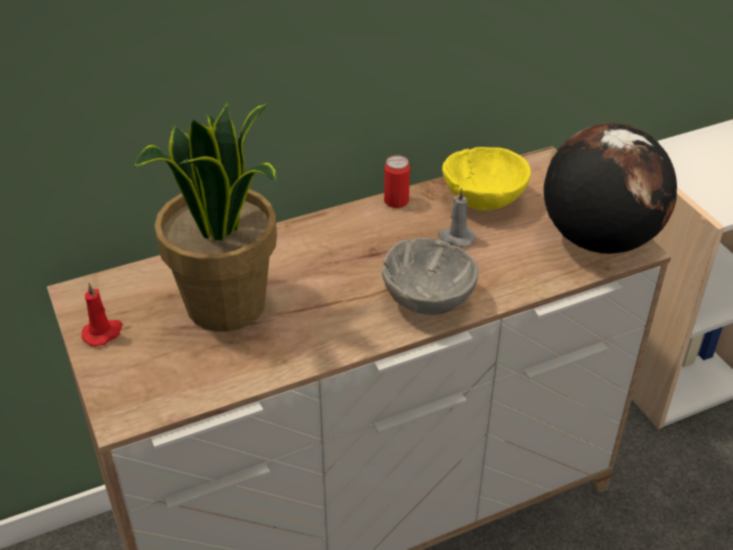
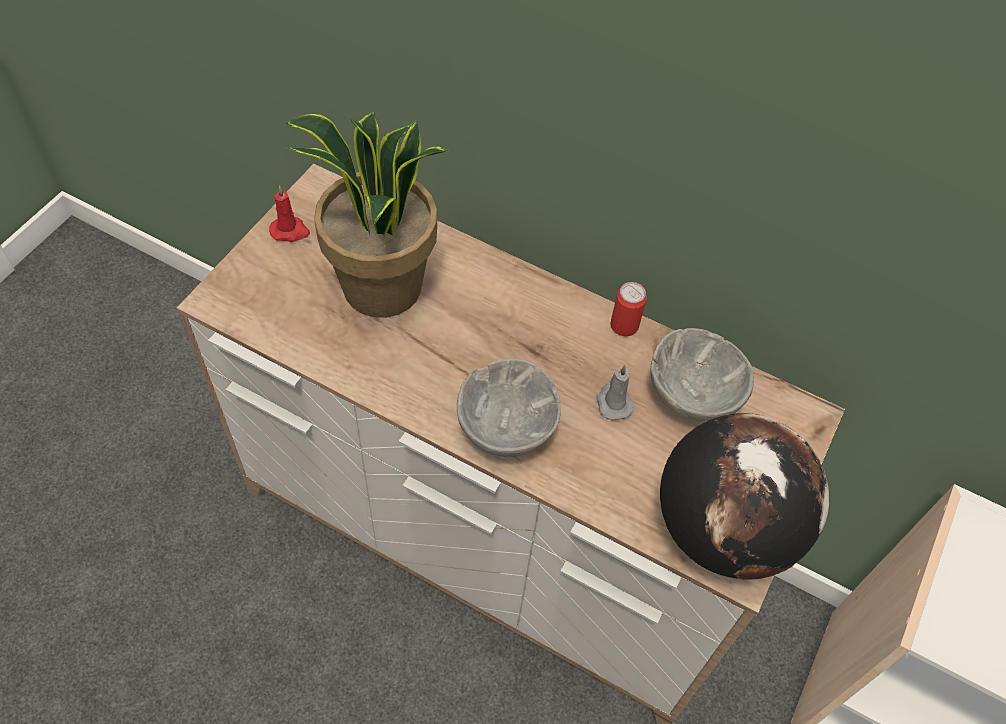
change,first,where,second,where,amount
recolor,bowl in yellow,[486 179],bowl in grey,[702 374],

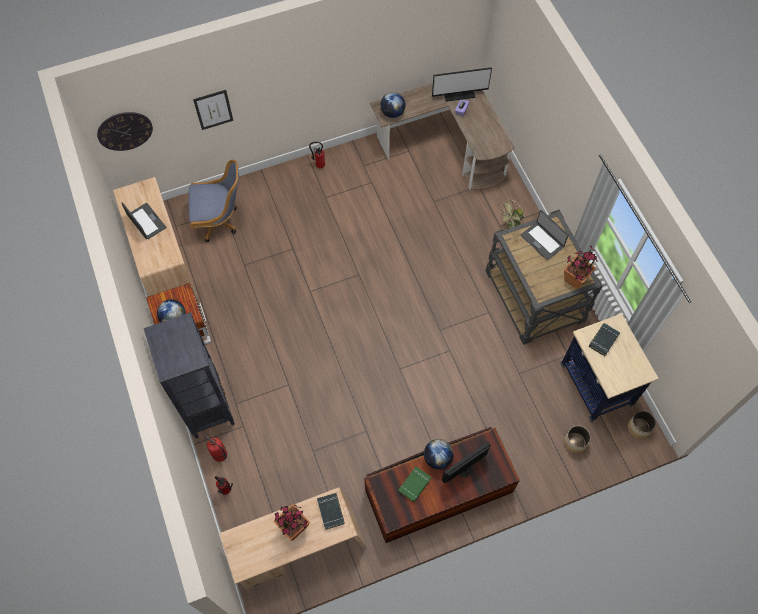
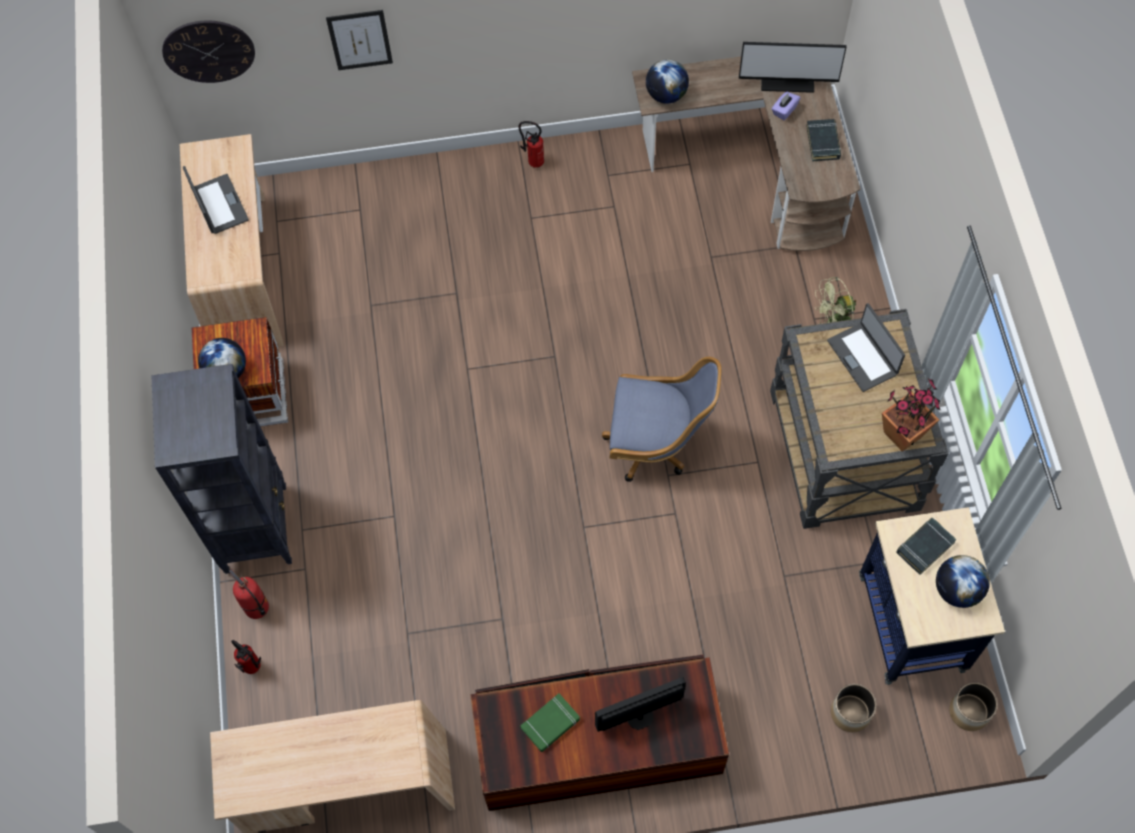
change,first,where,second,where,amount
move,office chair in blue,[214 201],,[661 419],
move,book in black,[331 511],,[823 140],
move,globe,[439 454],,[963 581],
delete,potted plant,[291 522],,,

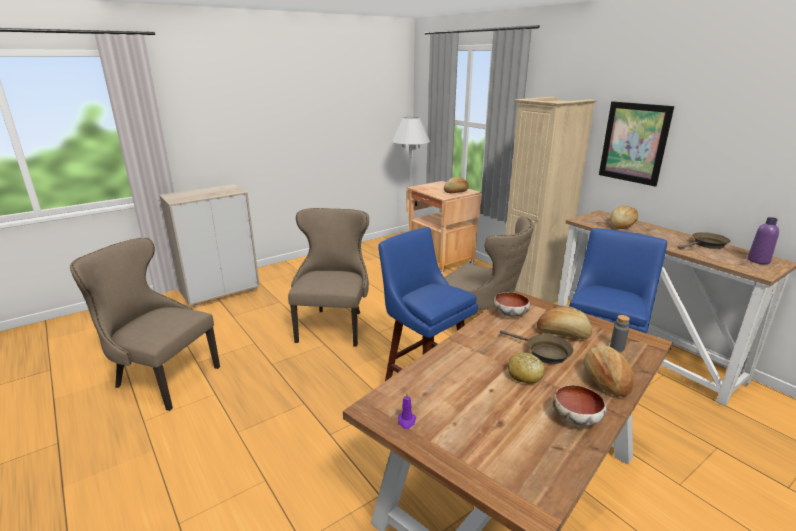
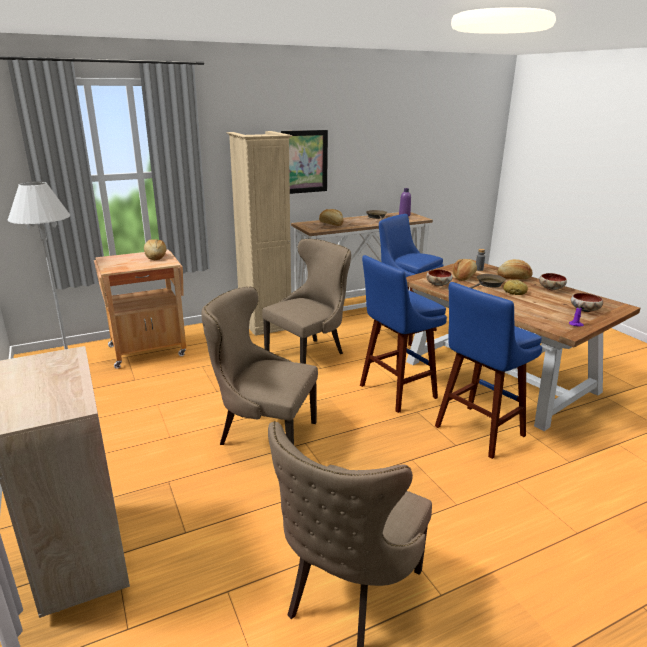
change,first,where,second,where,amount
insert,,,stool in blue,[488 370],
insert,,,bowl,[587 302],

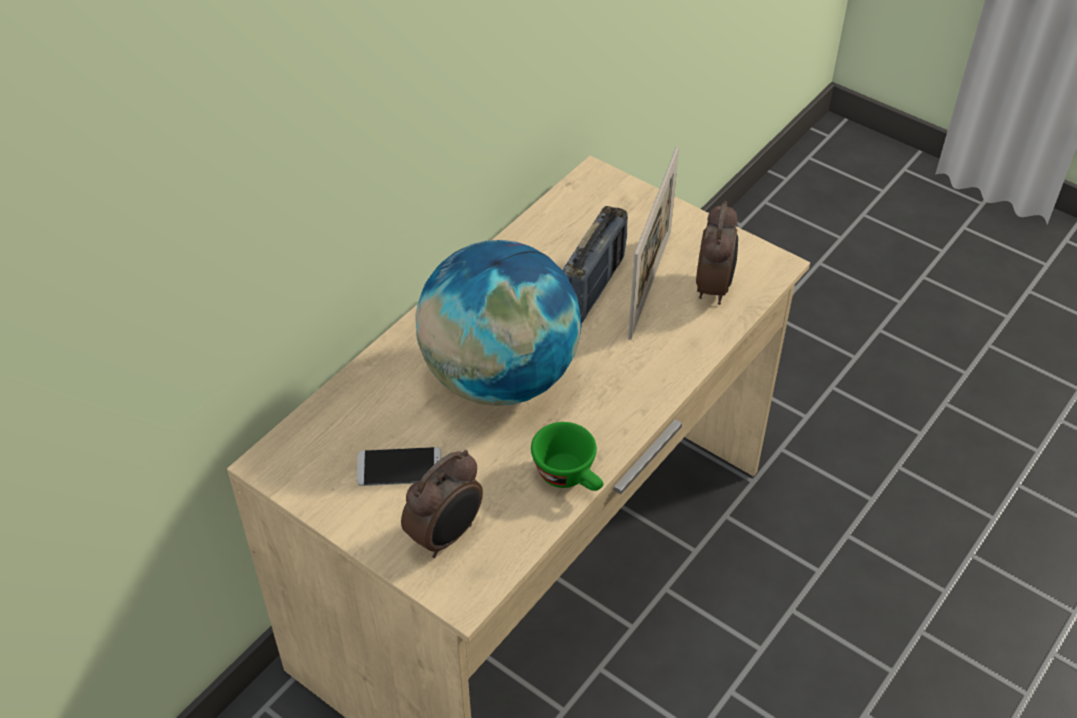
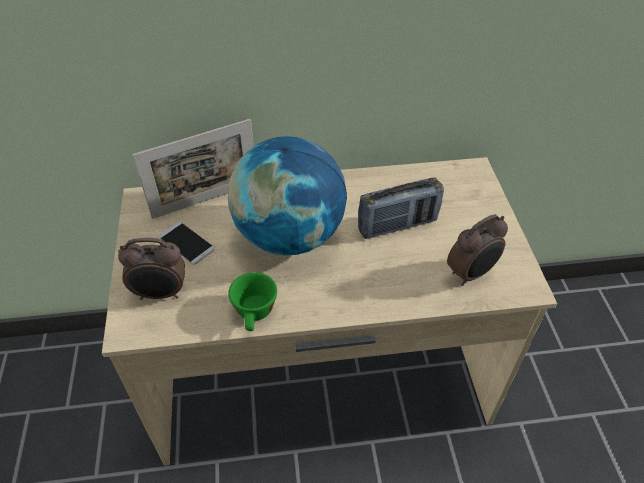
change,first,where,second,where,amount
move,picture frame,[653 243],,[193 169],

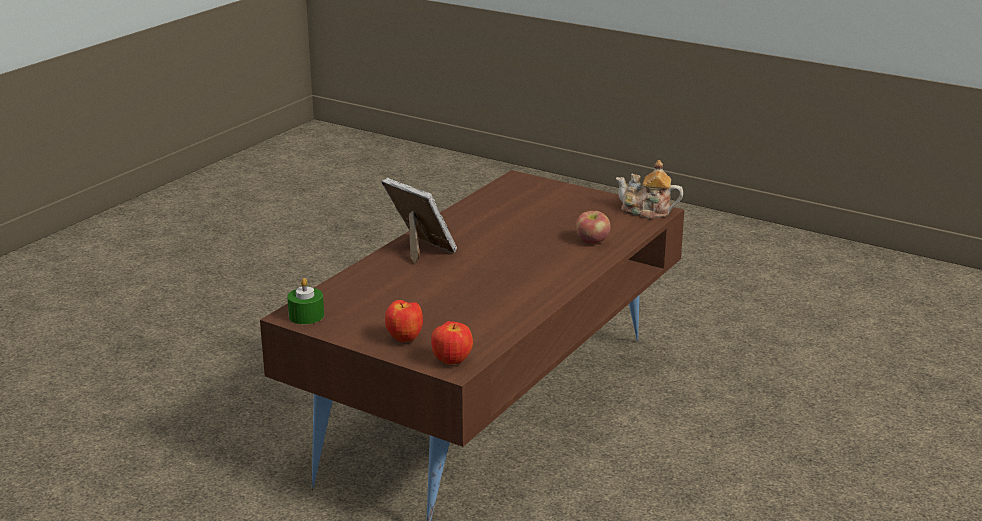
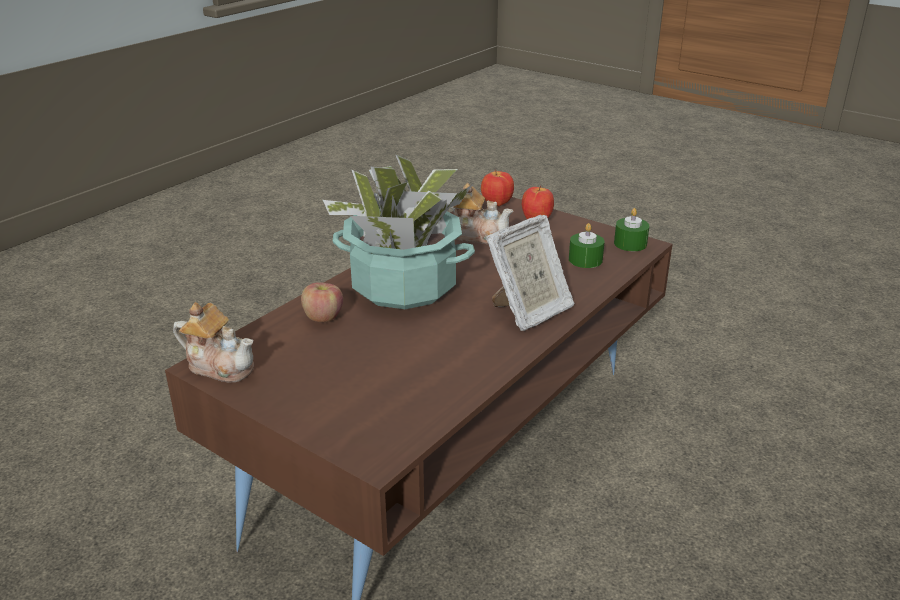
change,first,where,second,where,amount
insert,,,potted plant,[399 231],
insert,,,teapot,[482 213],
rotate,picture frame,[419 220],,[530 273],90 degrees counterclockwise
insert,,,candle in green,[587 245],

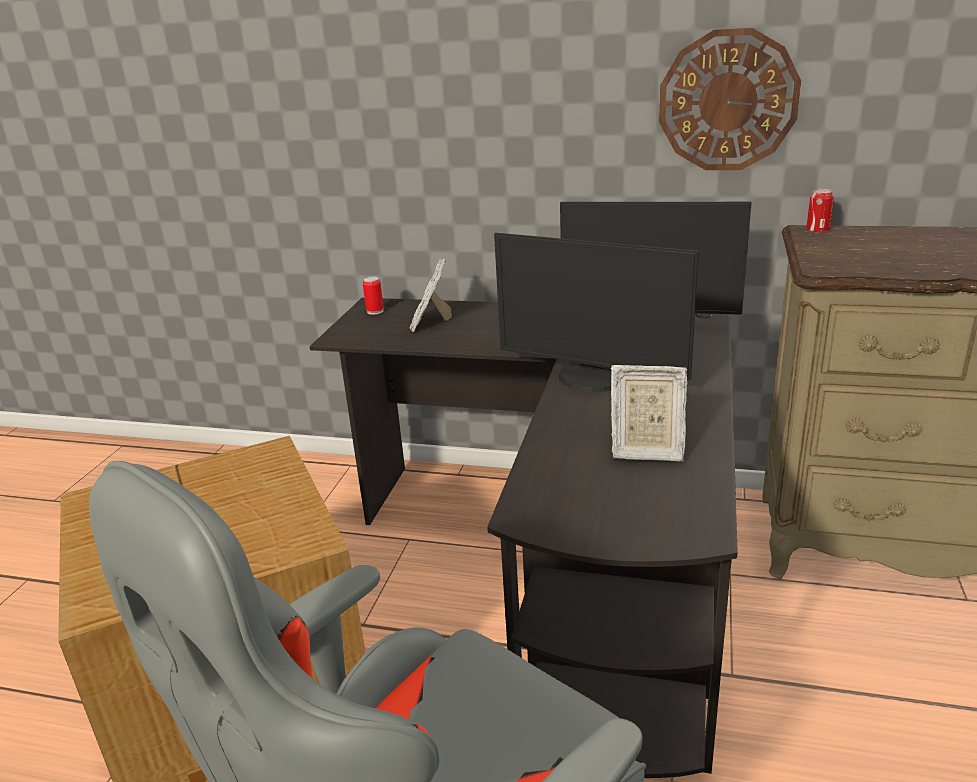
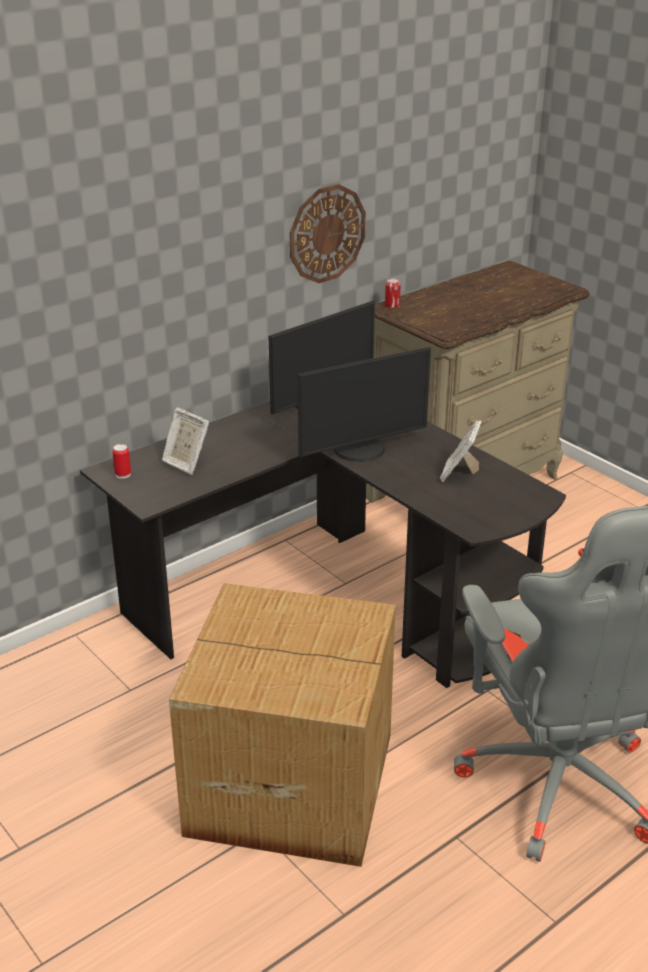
change,first,where,second,where,amount
rotate,picture frame,[649 413],,[461 451],150 degrees clockwise

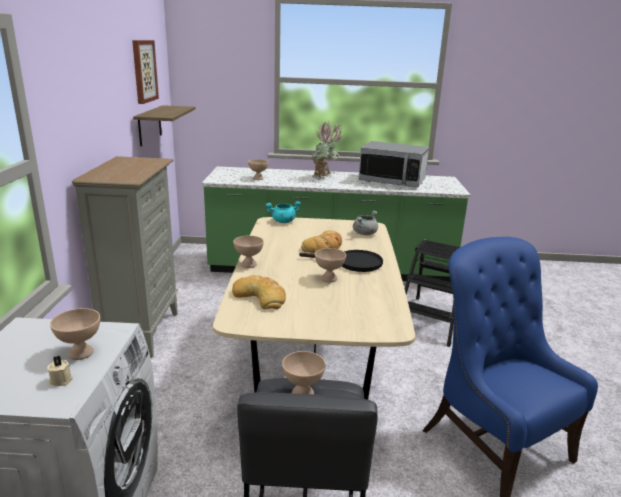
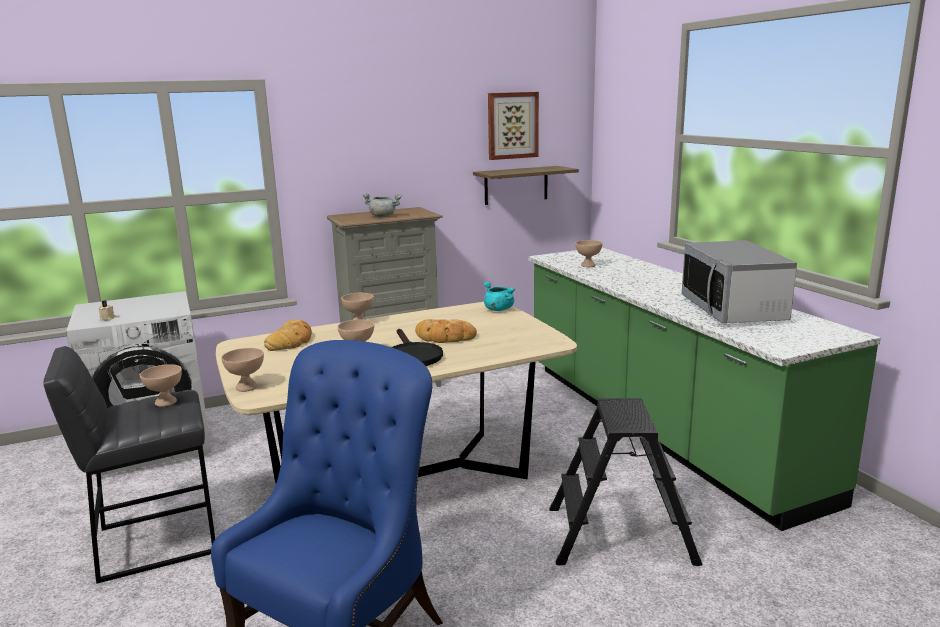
change,first,where,second,where,amount
move,bowl in beige,[75 334],,[242 370],
move,cooking pot in grey,[365 223],,[382 205],
delete,potted plant,[326 150],,,

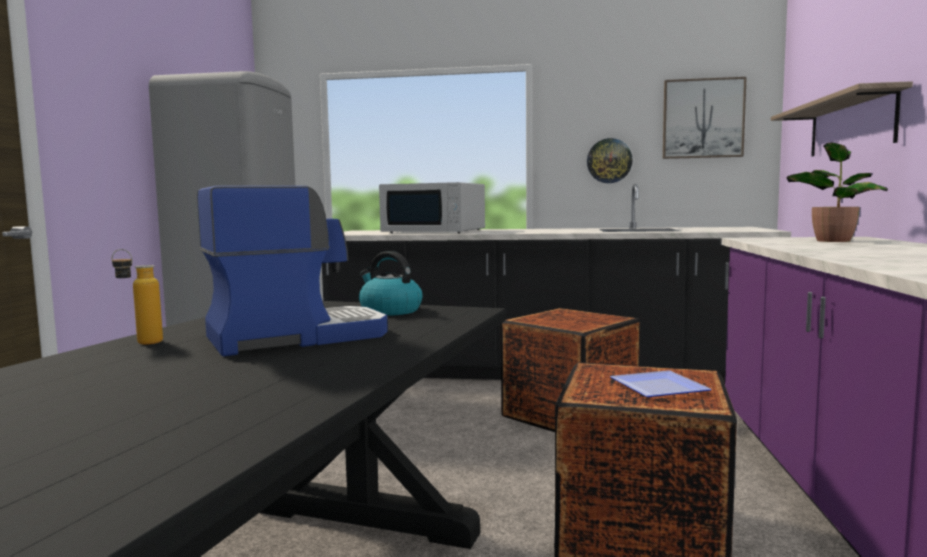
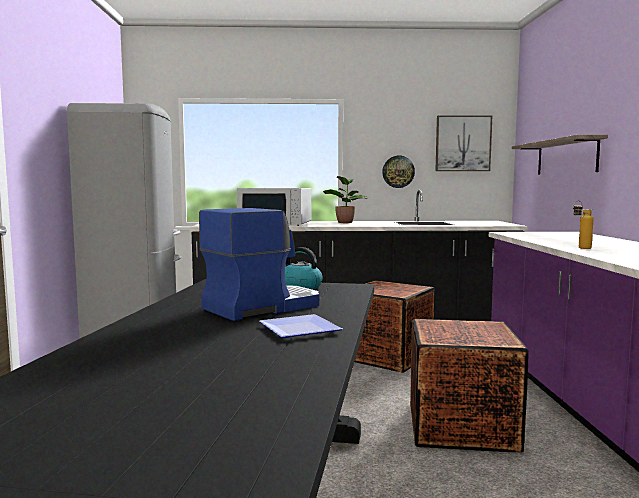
change,first,where,second,where,amount
move,plate,[661 383],,[300 326],
move,potted plant,[837 192],,[345 199],
move,bottle,[137 297],,[583 225],

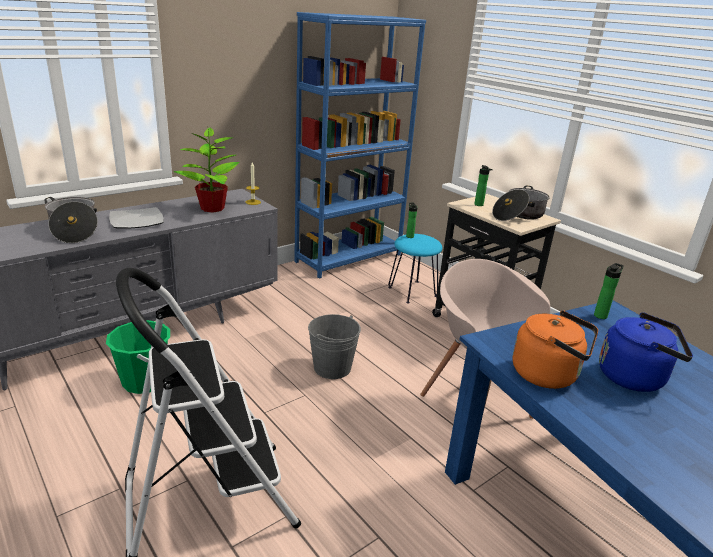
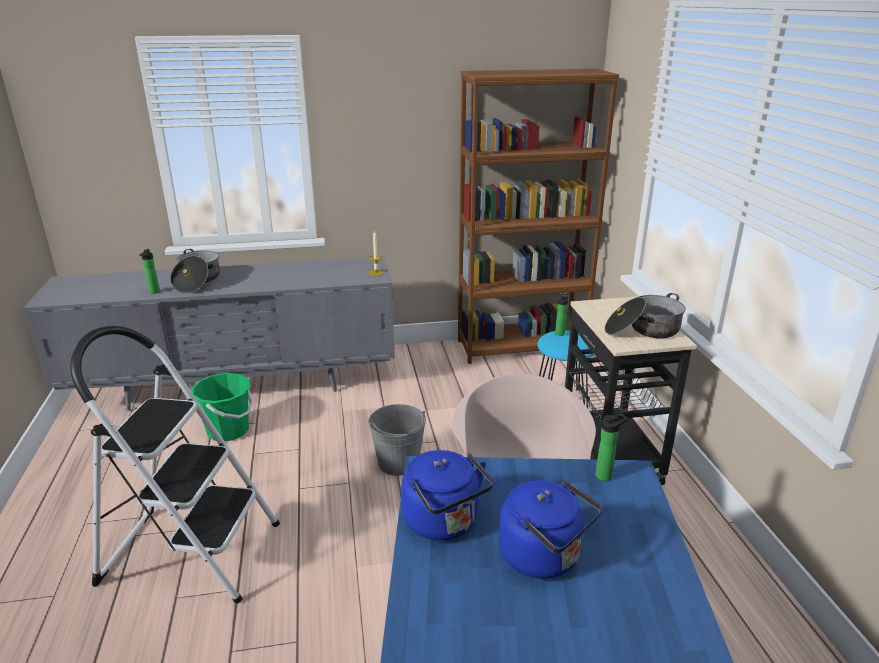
change,first,where,second,where,amount
move,bottle,[483 185],,[149 271],
recolor,kettle in orange,[555 349],kettle in blue,[447 495],
recolor,bookcase in blue,[360 145],bookcase in brown,[538 216],
delete,plate,[136 217],,,
delete,potted plant,[207 170],,,

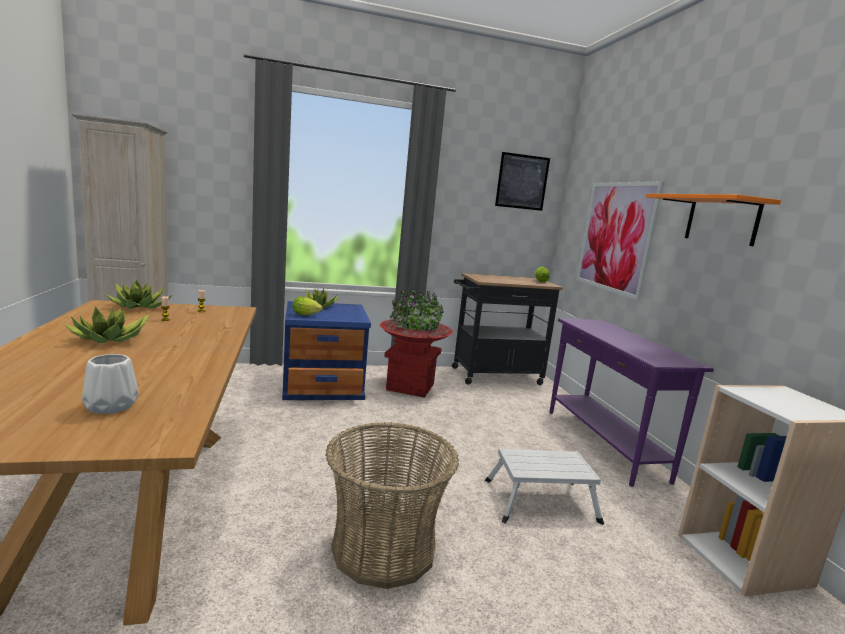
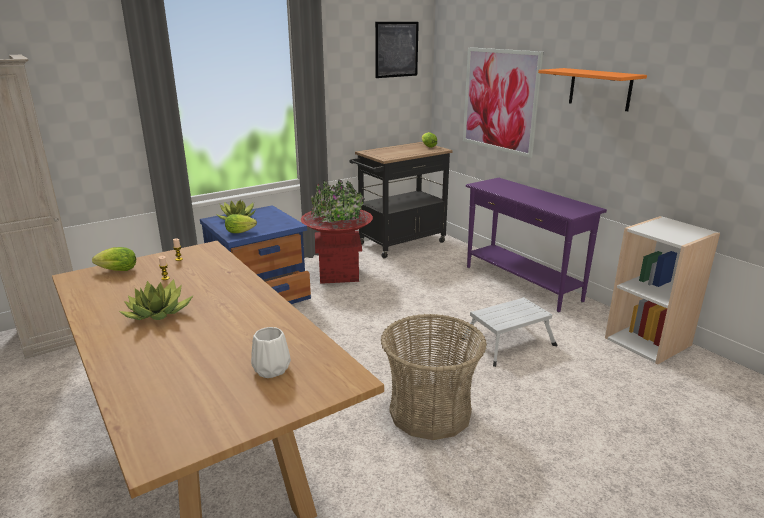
change,first,where,second,where,amount
replace,potted plant,[139 294],lettuce,[114 259],

